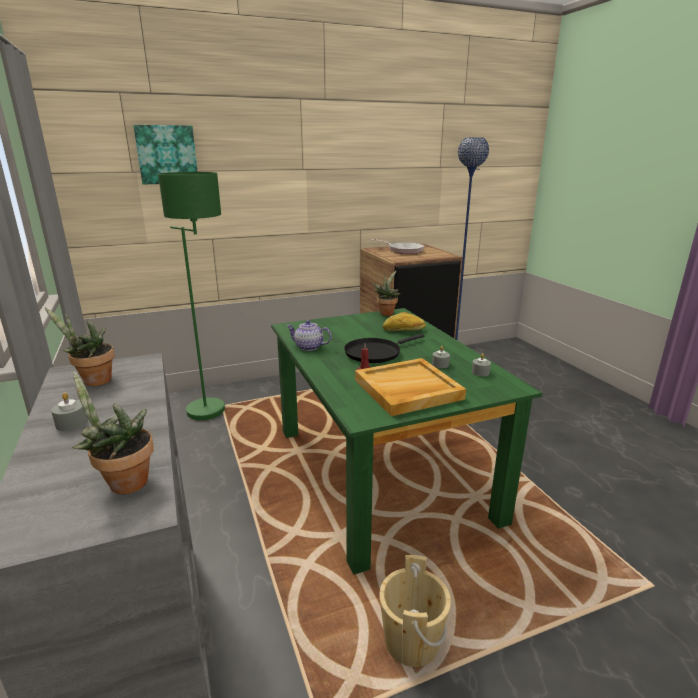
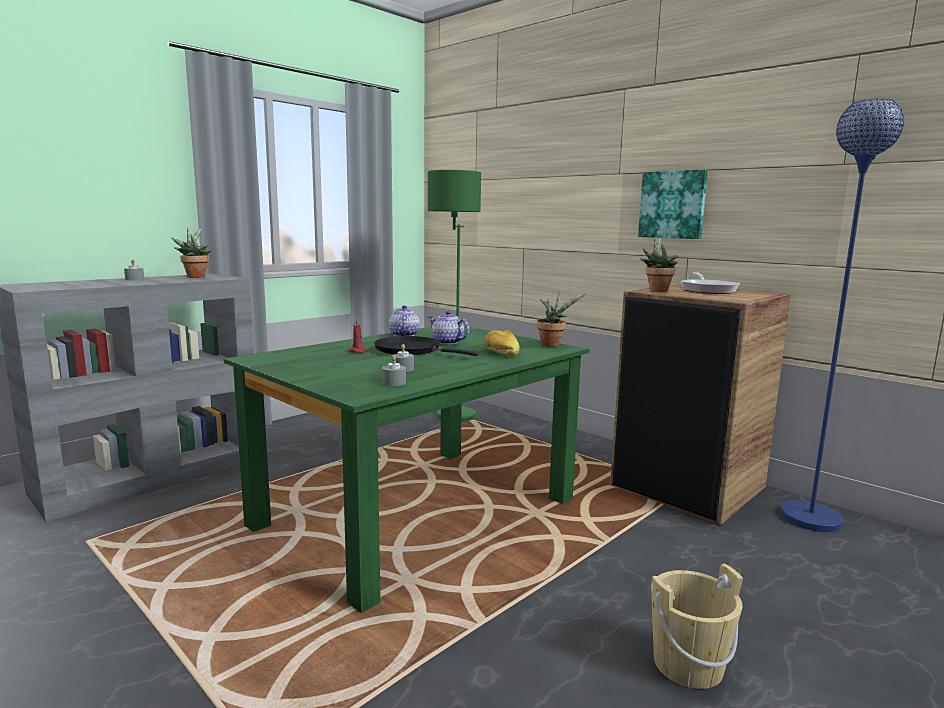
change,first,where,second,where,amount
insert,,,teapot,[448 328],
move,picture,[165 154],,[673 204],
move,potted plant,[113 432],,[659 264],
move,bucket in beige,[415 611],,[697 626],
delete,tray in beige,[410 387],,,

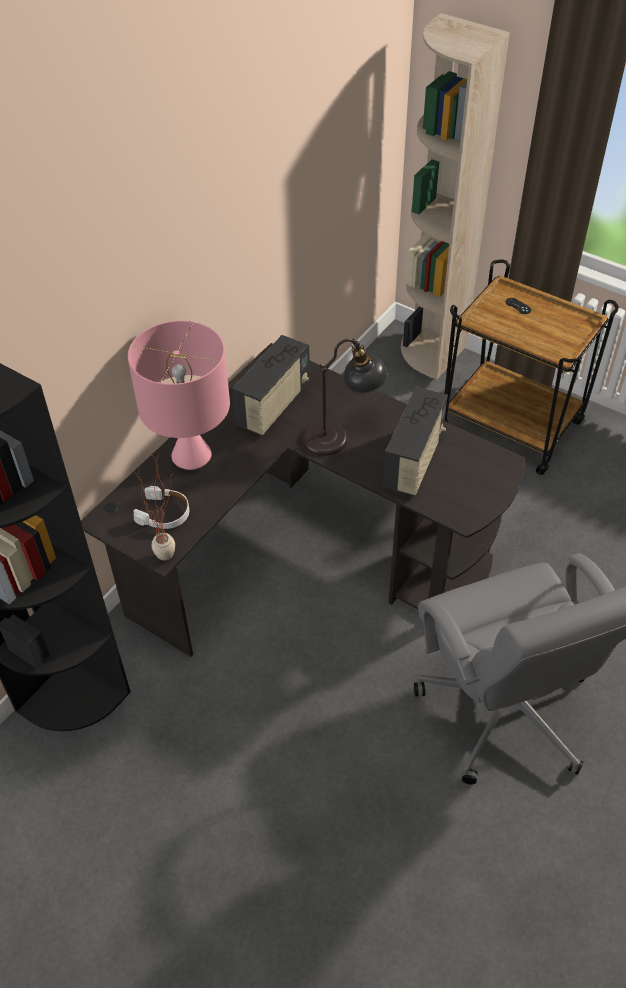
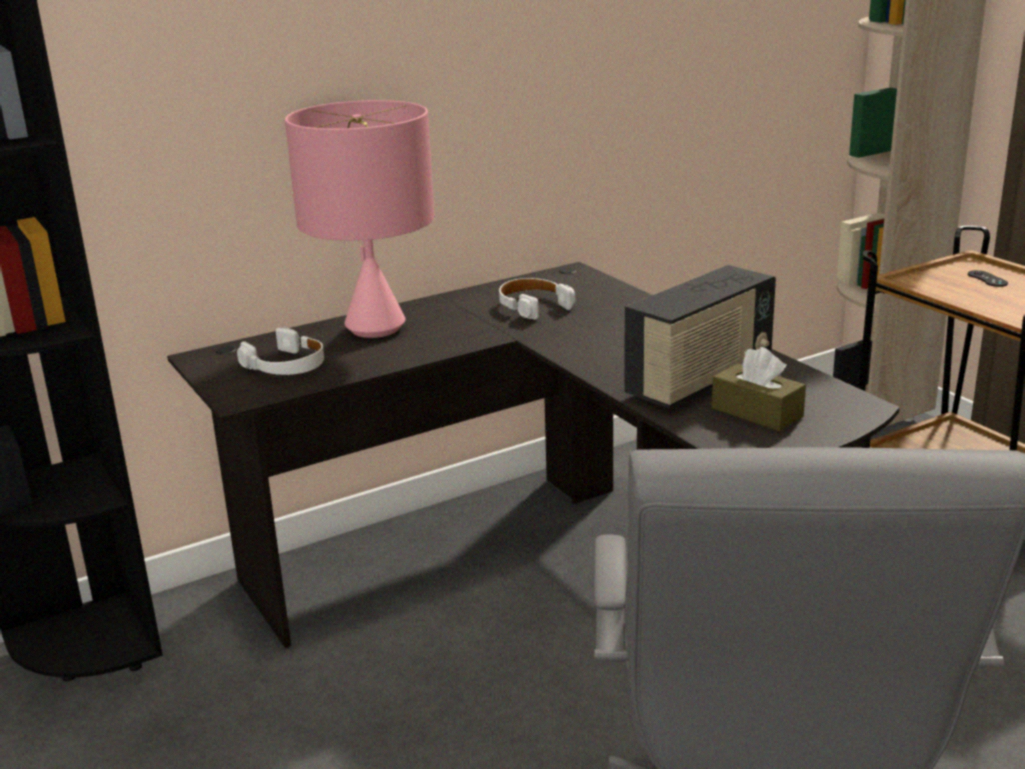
change,first,where,second,where,amount
replace,radio,[271 385],headphones in white,[537 299],
insert,,,tissue box in brown,[759 389],
delete,potted plant,[155 507],,,
delete,table lamp in grey,[345 397],,,

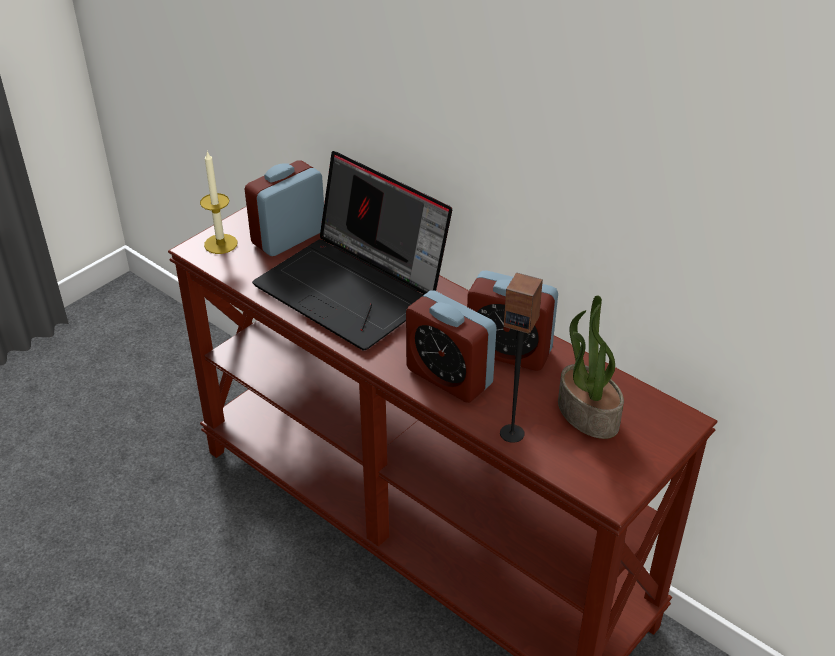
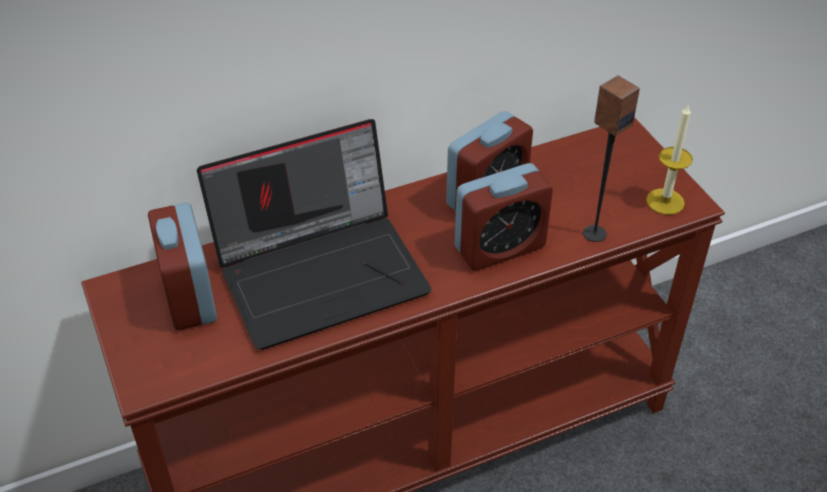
change,first,where,second,where,amount
move,candle,[219 202],,[669 160],
delete,potted plant,[591 367],,,

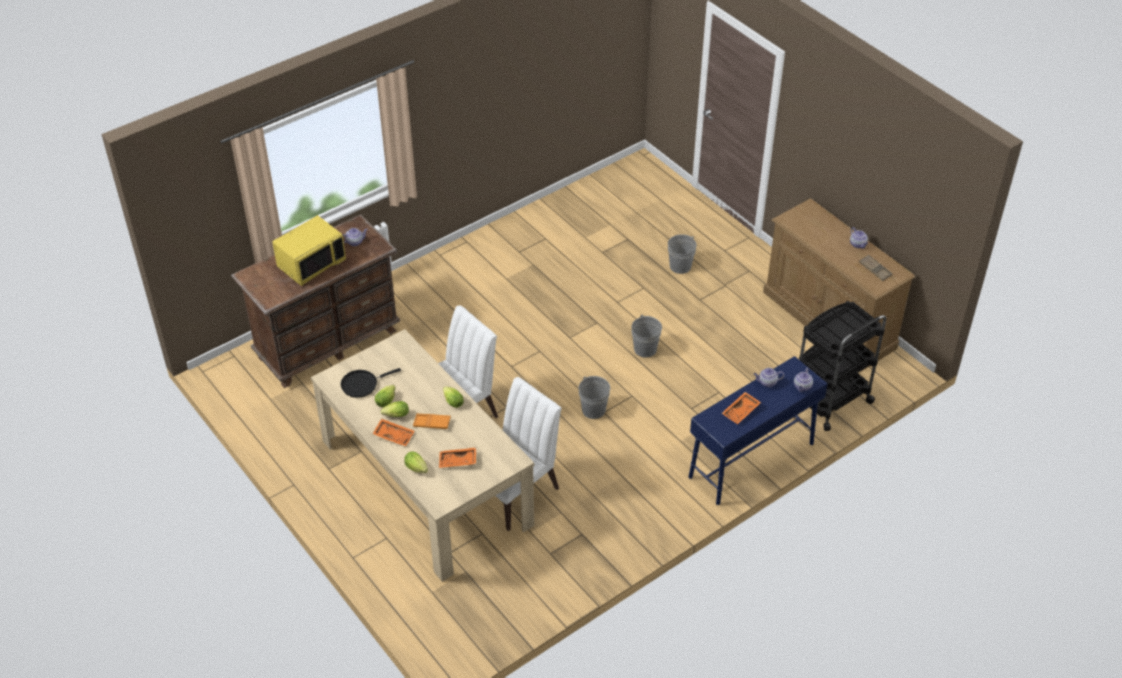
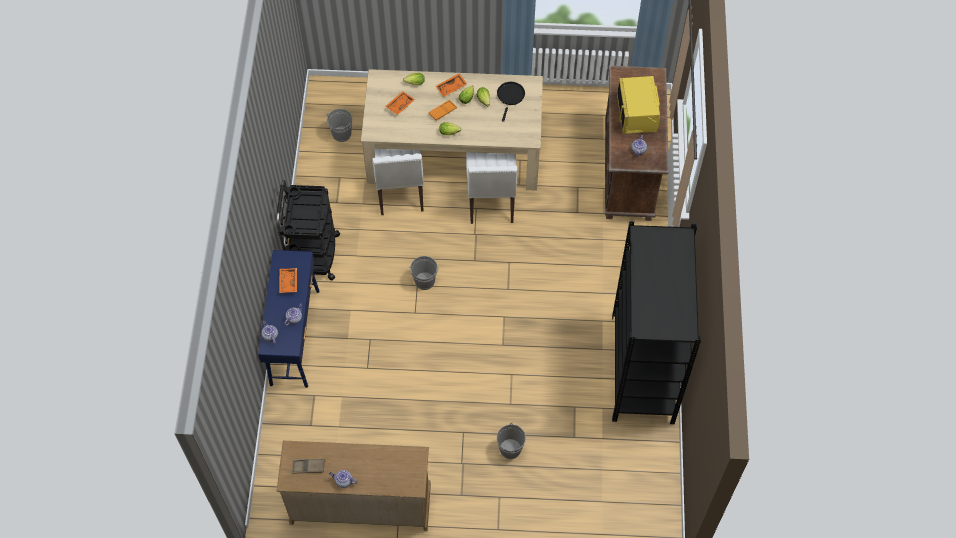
change,first,where,second,where,amount
move,cart in black,[842 366],,[308 230],
move,bucket in grey,[646 336],,[339 125],
insert,,,bookcase in black,[656 322],

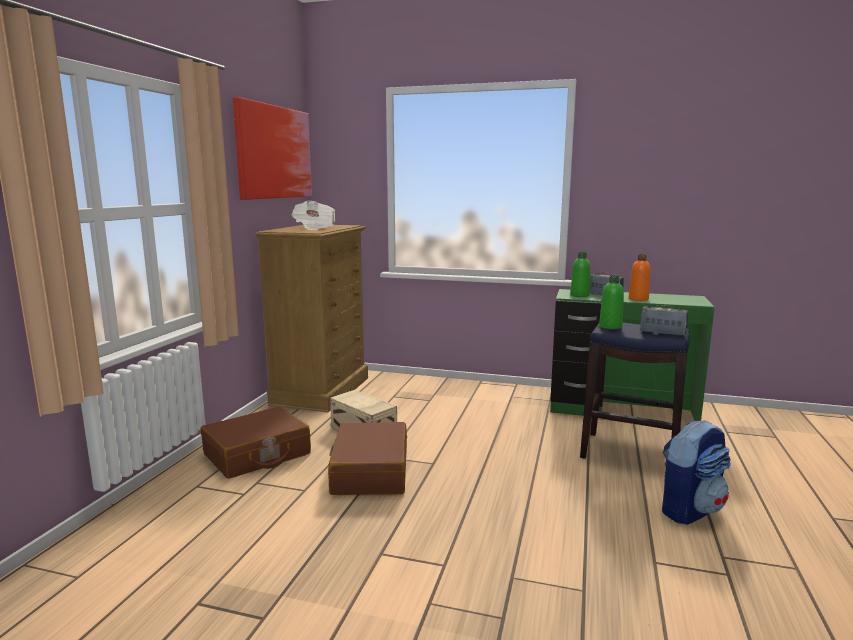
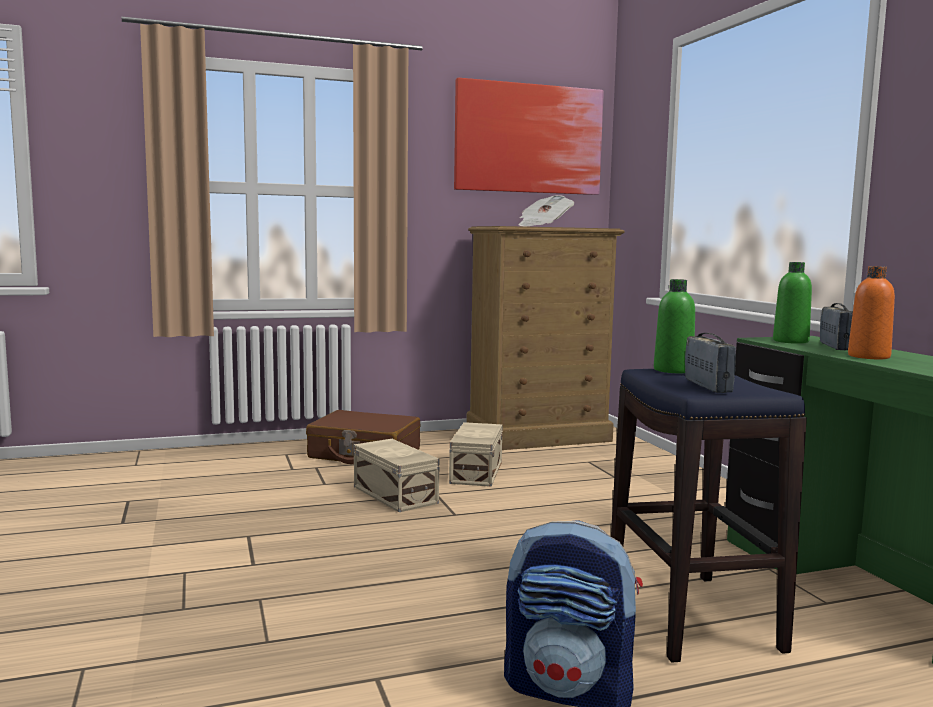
change,first,where,second,where,amount
replace,suitcase in brown,[367 458],storage box in beige,[396 475],

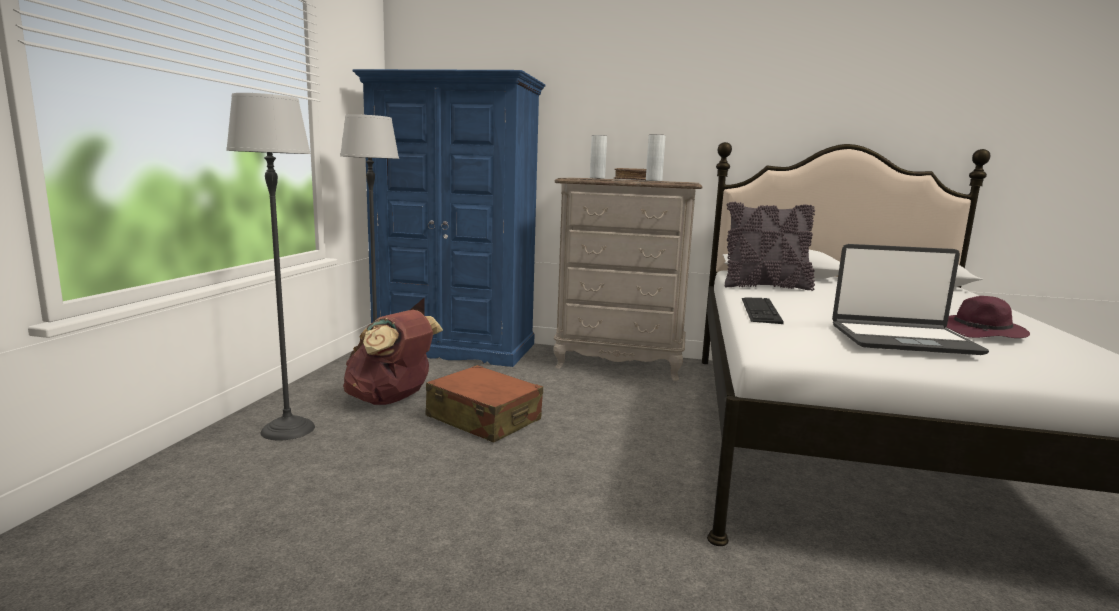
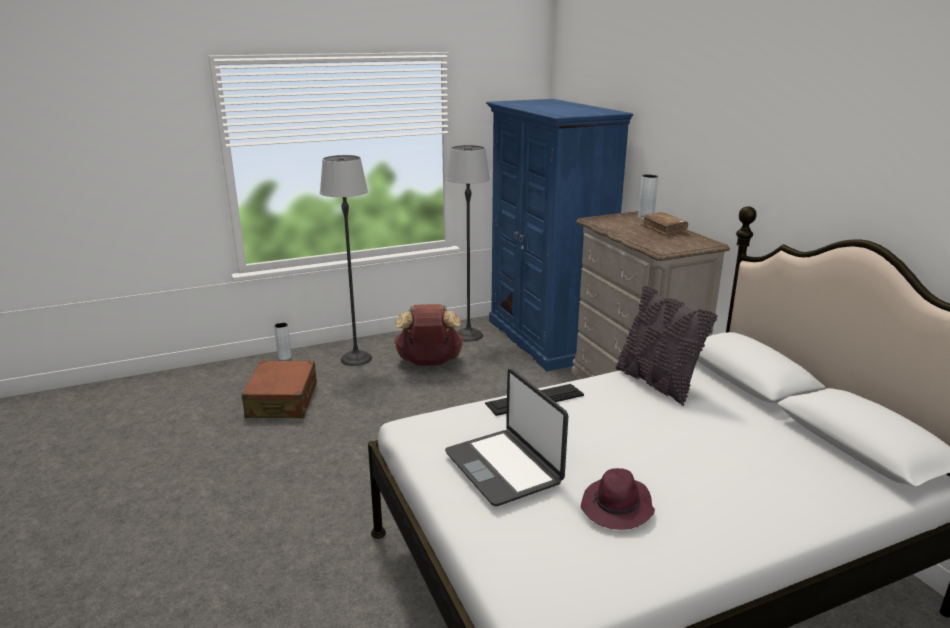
change,first,where,second,where,amount
move,suitcase in brown,[484 404],,[279 389],
move,vase in grey,[655 157],,[283 341],

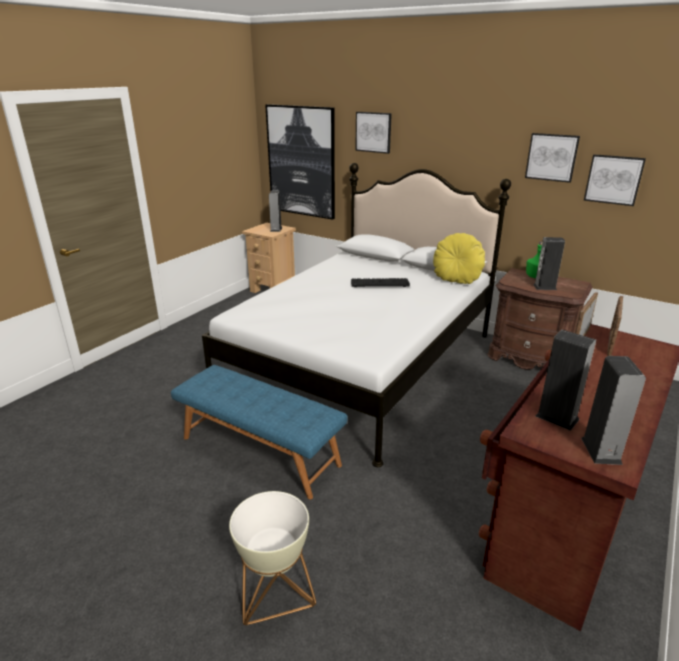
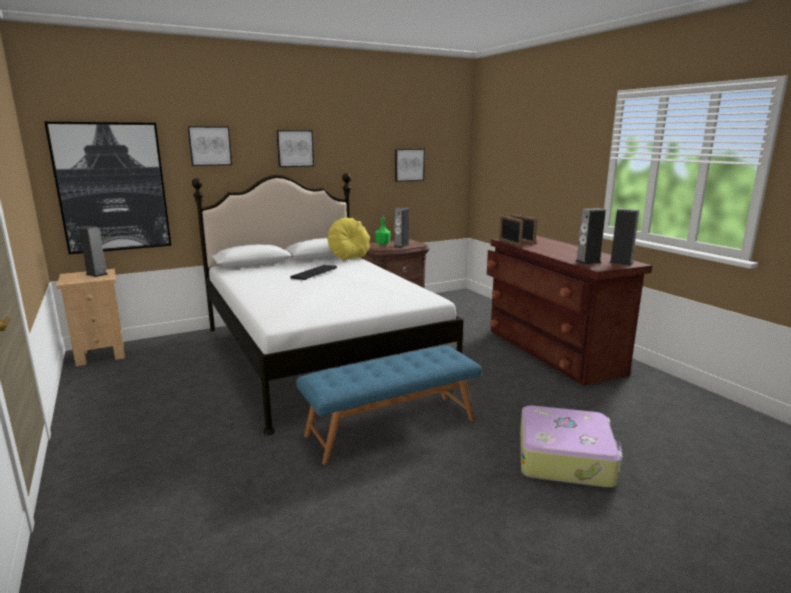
change,first,where,second,where,amount
move,picture,[552 158],,[295 148],
replace,planter,[272 558],suitcase,[571 447],

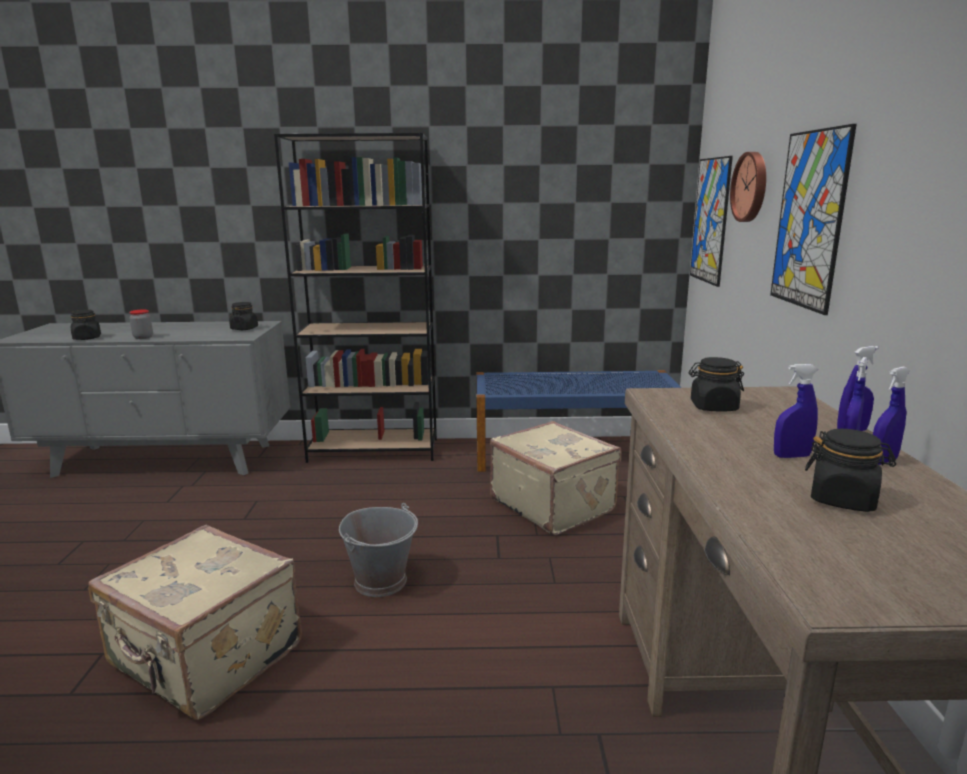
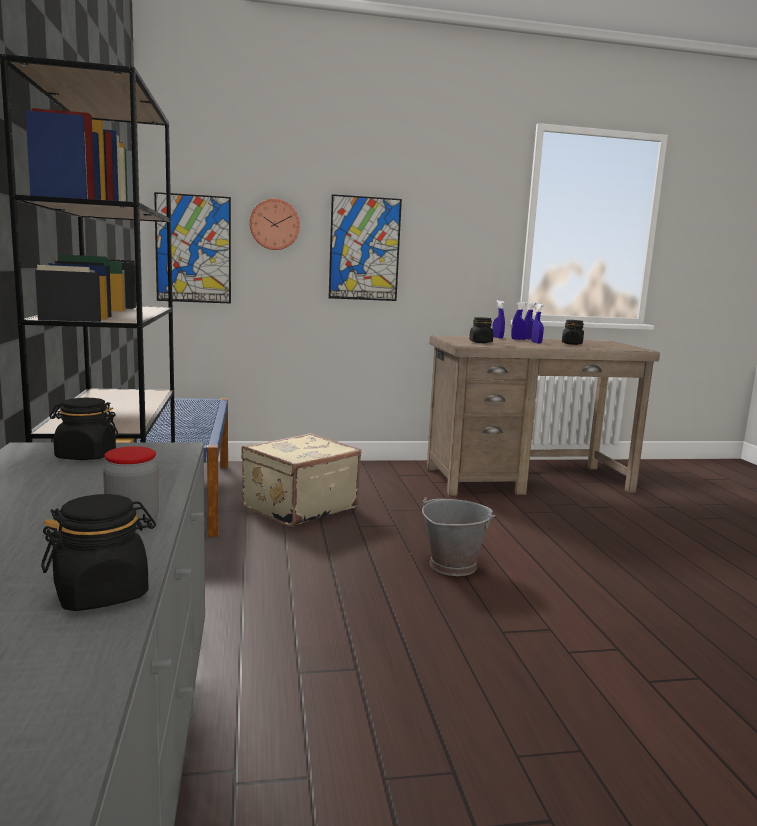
change,first,where,second,where,amount
delete,suitcase in beige,[195 622],,,

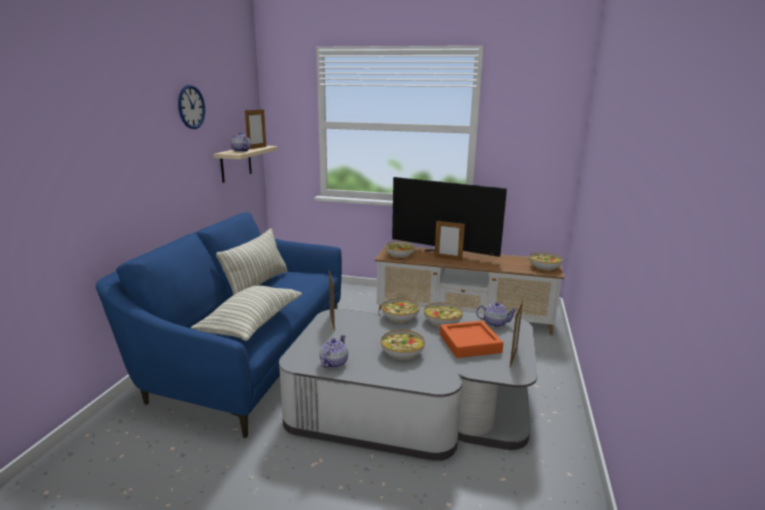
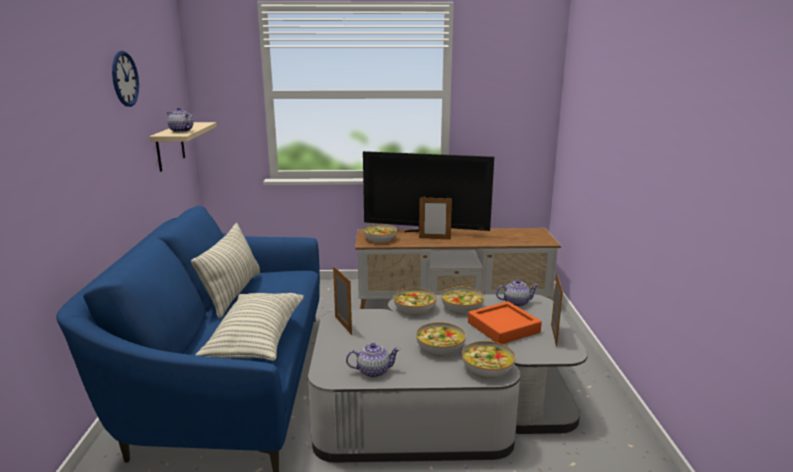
change,first,where,second,where,amount
rotate,teapot,[334 351],,[373 360],75 degrees clockwise
move,bowl,[546 261],,[489 360],
delete,picture frame,[255 128],,,

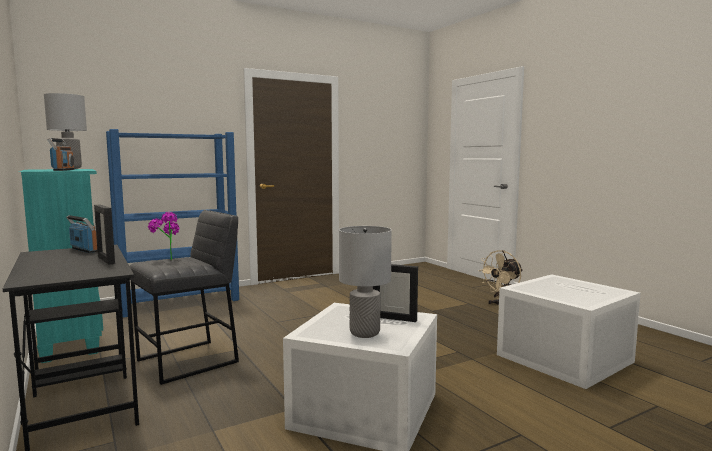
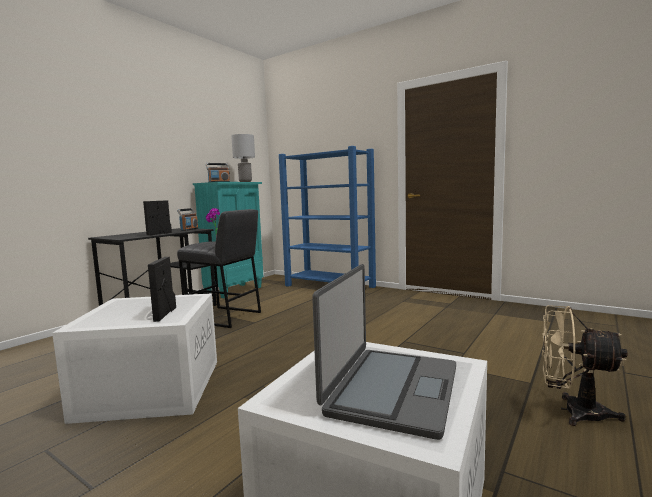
change,first,where,second,where,amount
insert,,,laptop,[384 352],
delete,table lamp in grey,[365 282],,,

